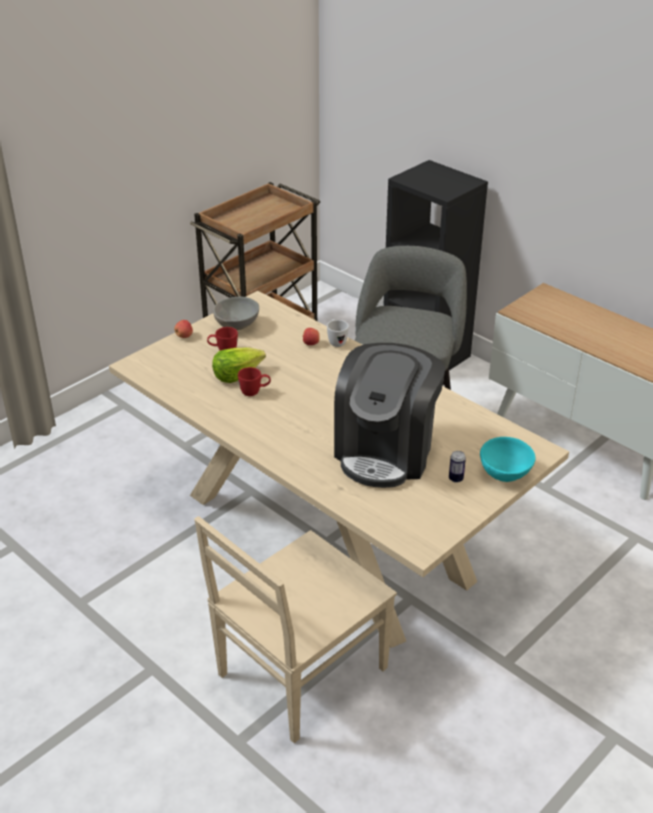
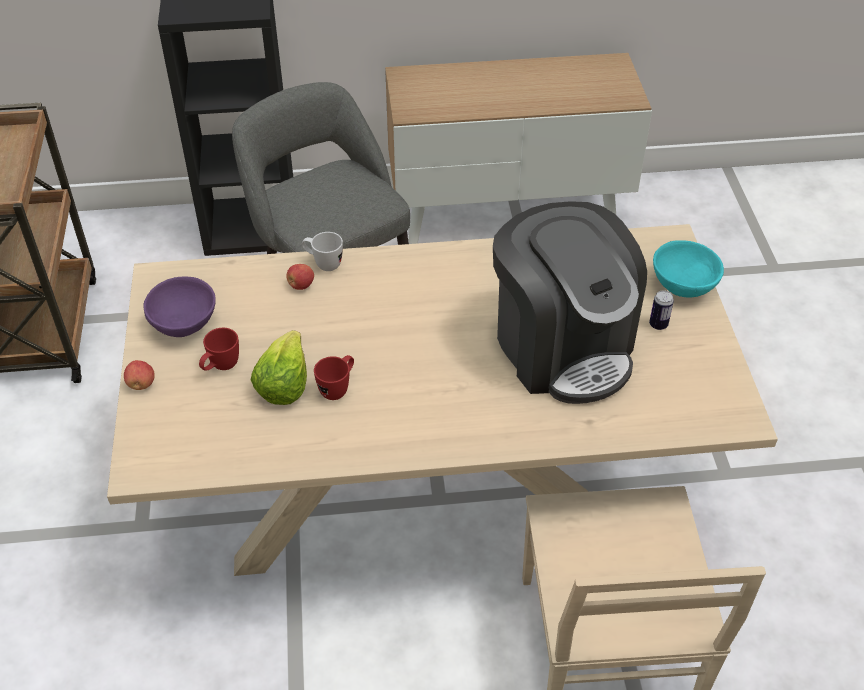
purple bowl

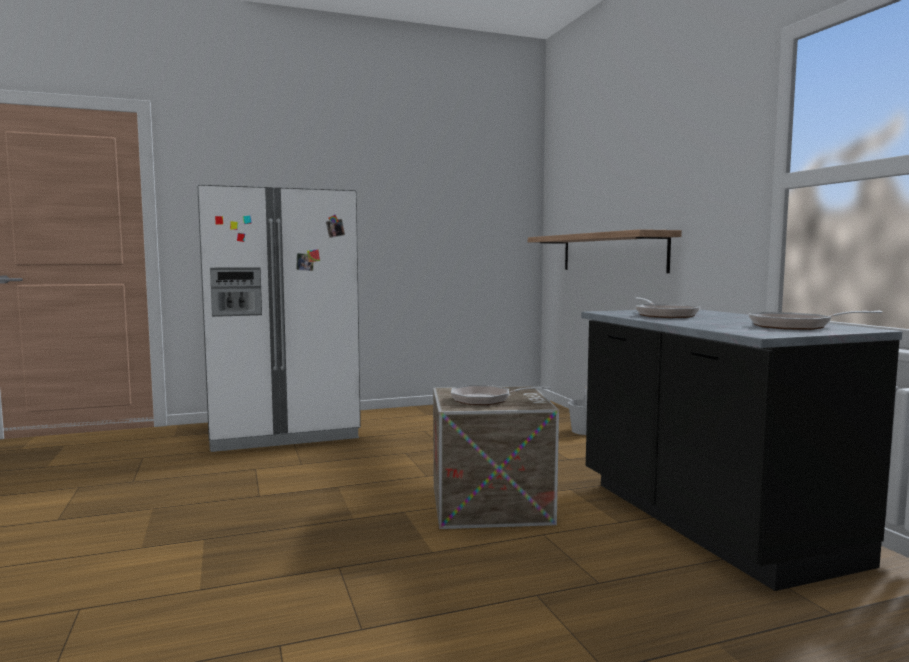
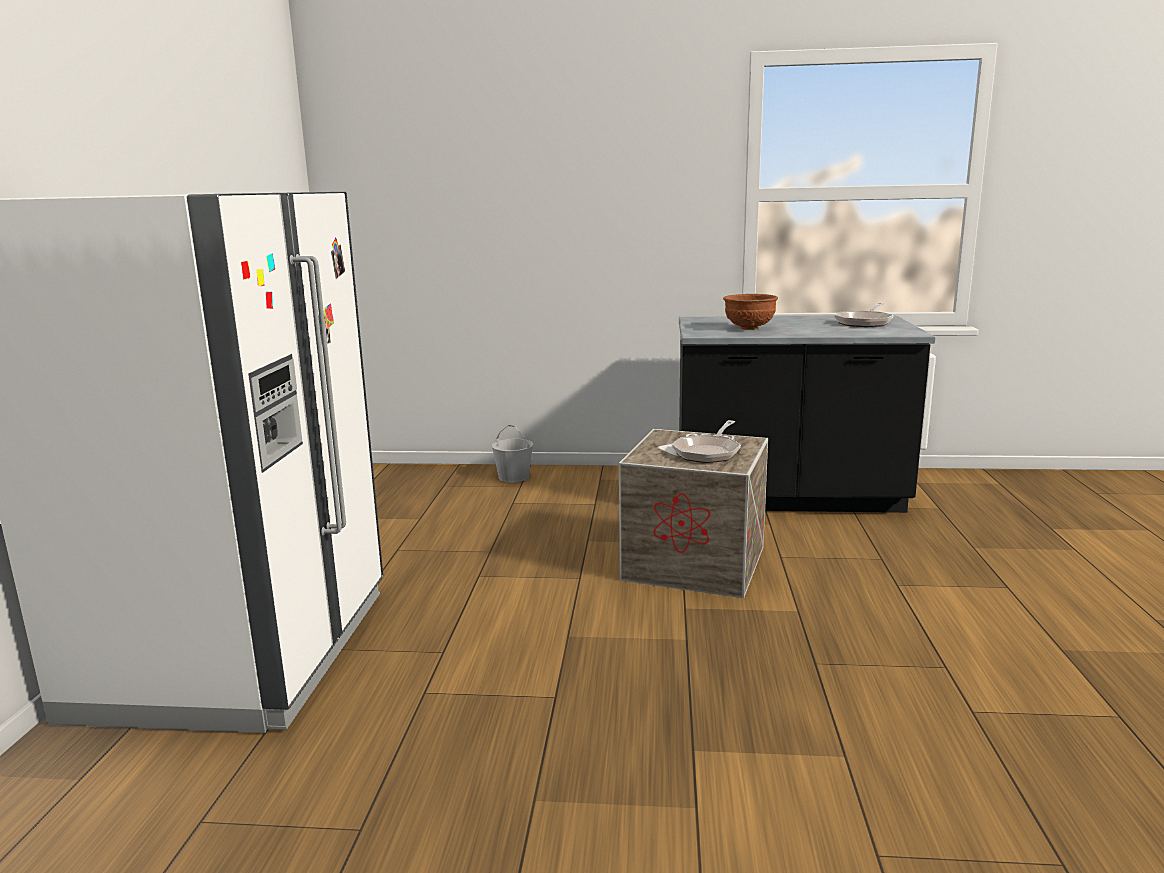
brown bowl
shelf

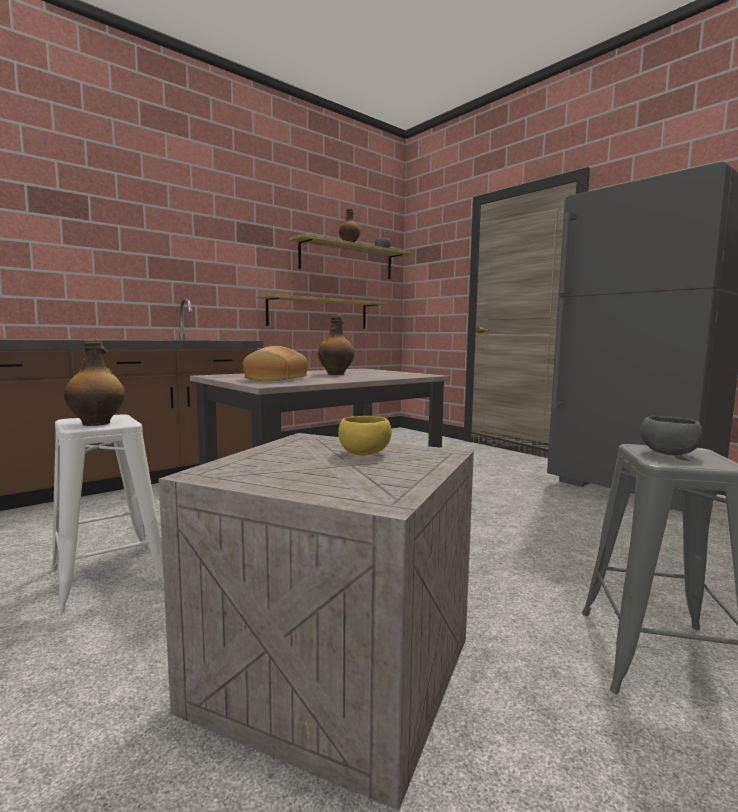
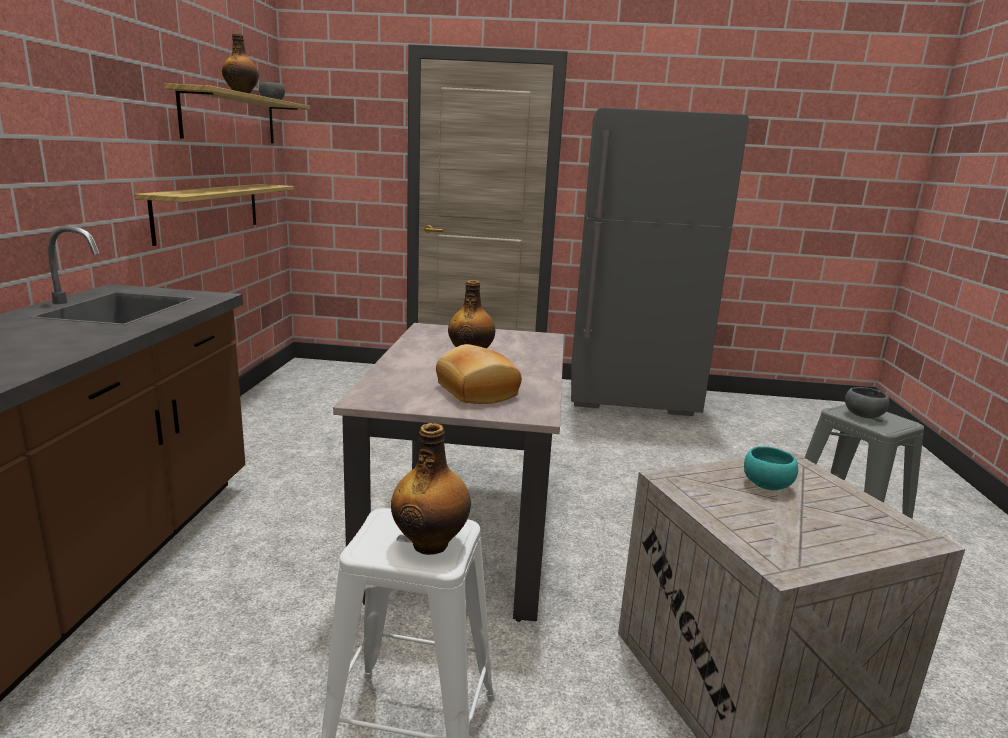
turquoise bowl

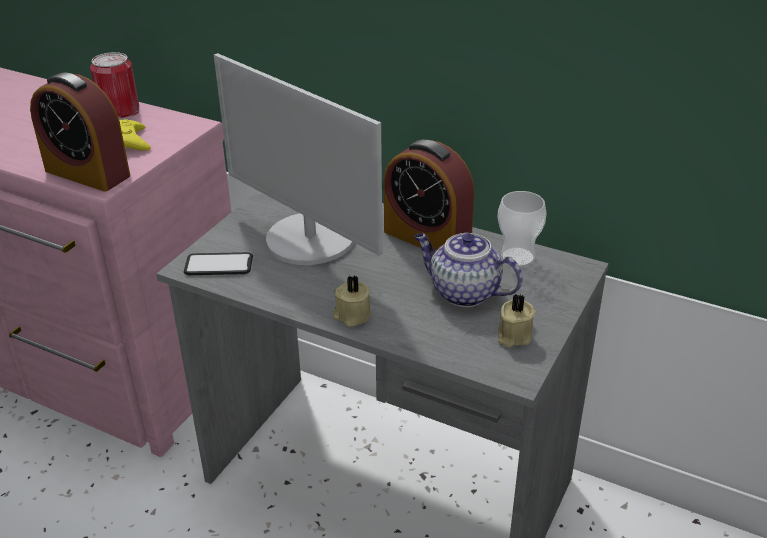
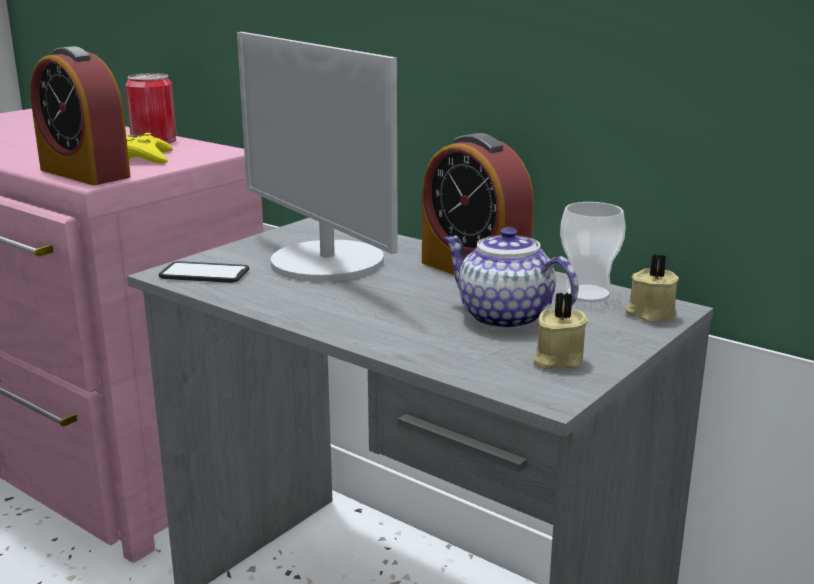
beige candle (no. 2 from left)

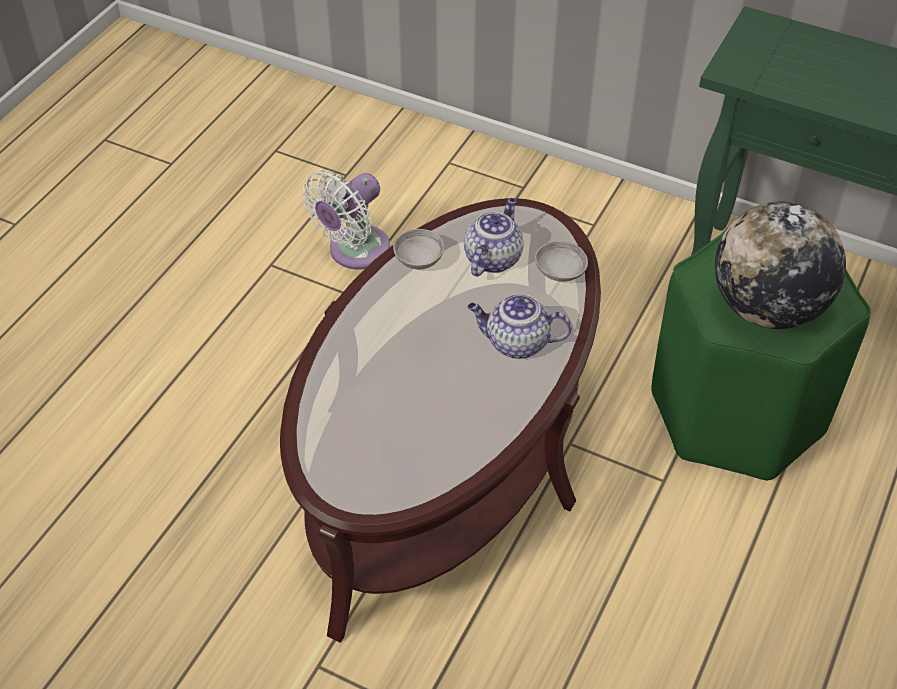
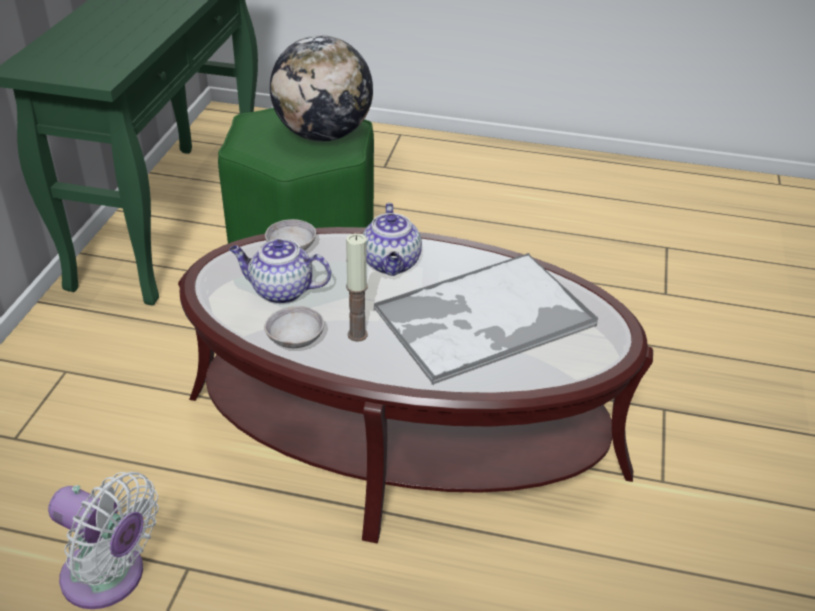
candle
tray

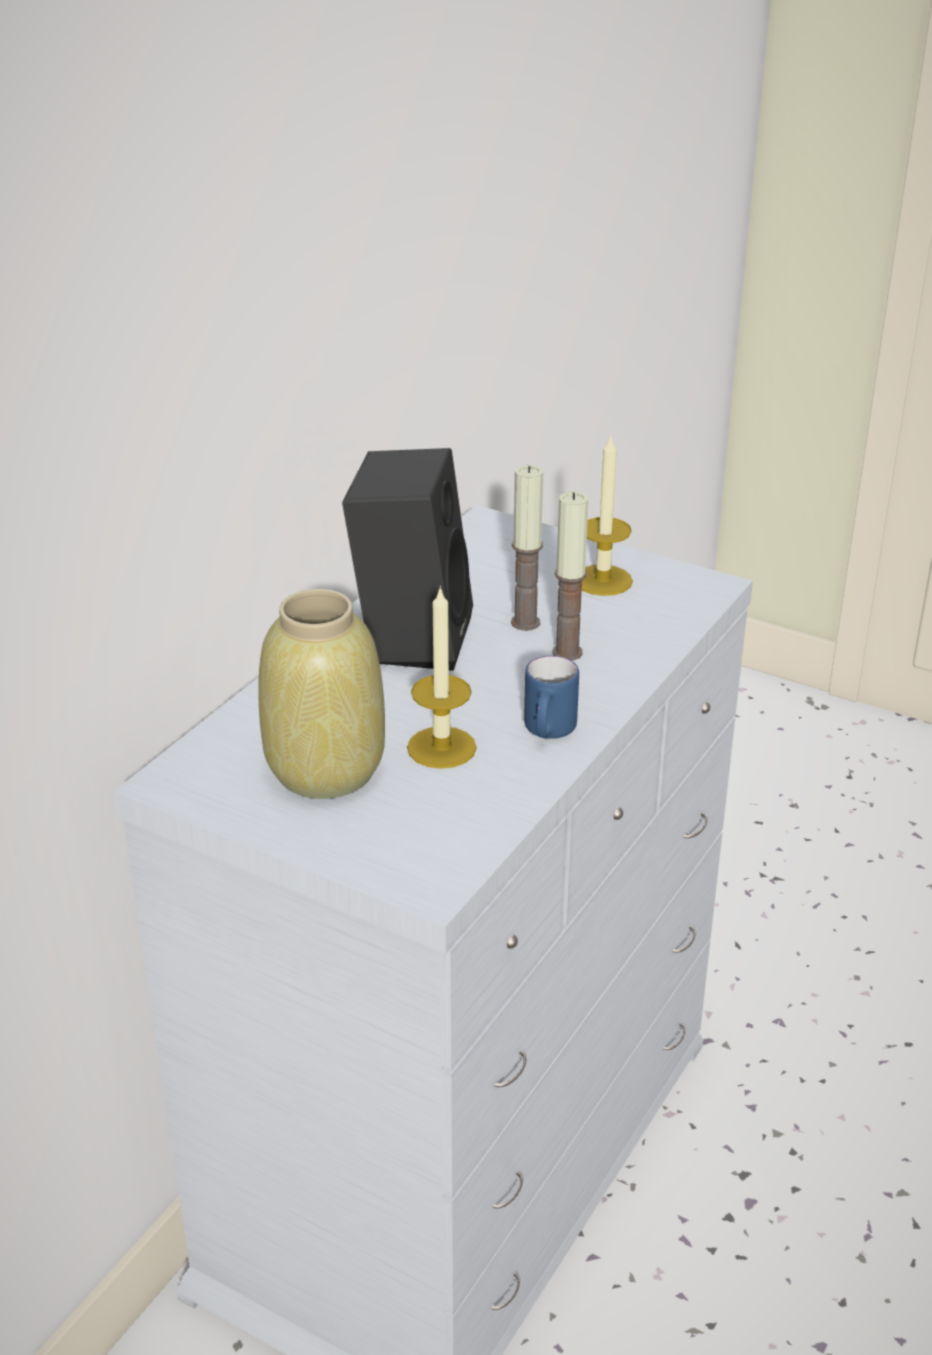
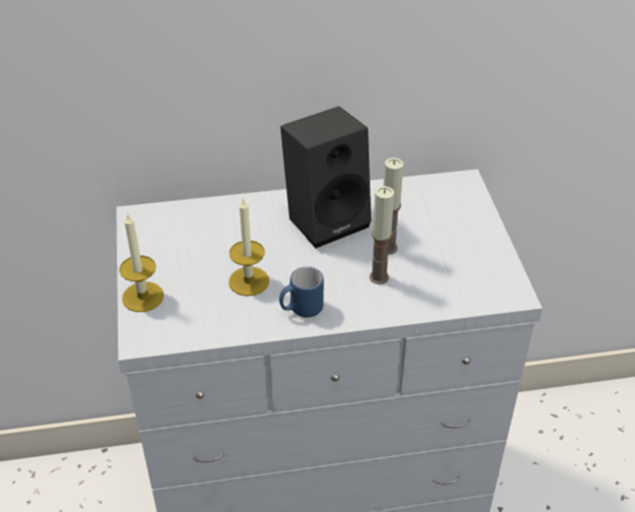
candle (no. 1 from left)
beige vase

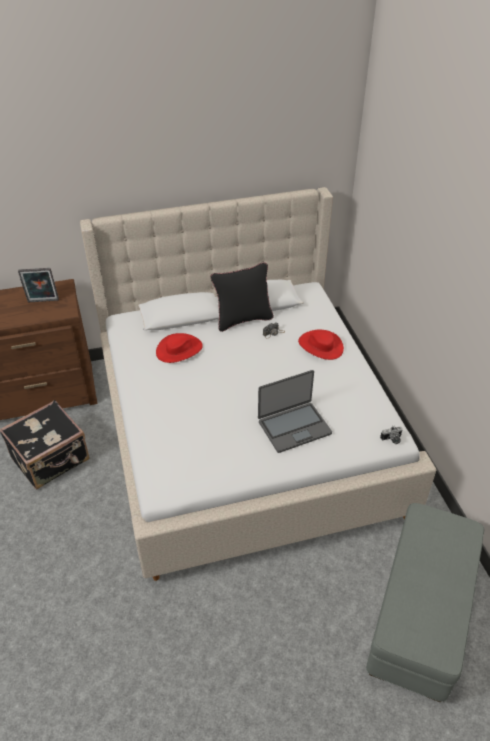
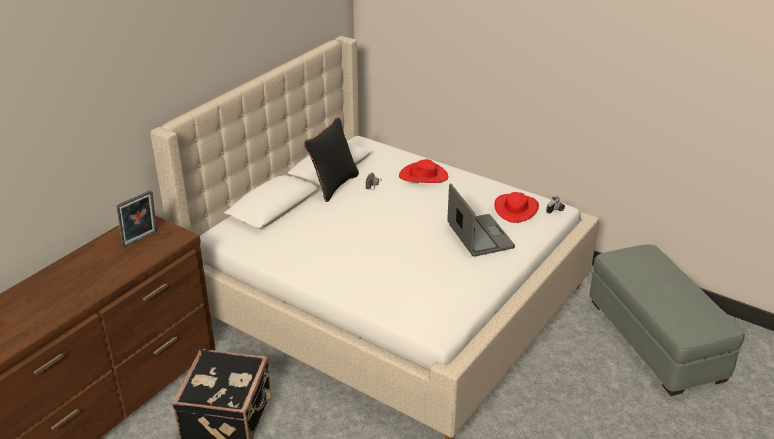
laptop
red hat (no. 2 from left)

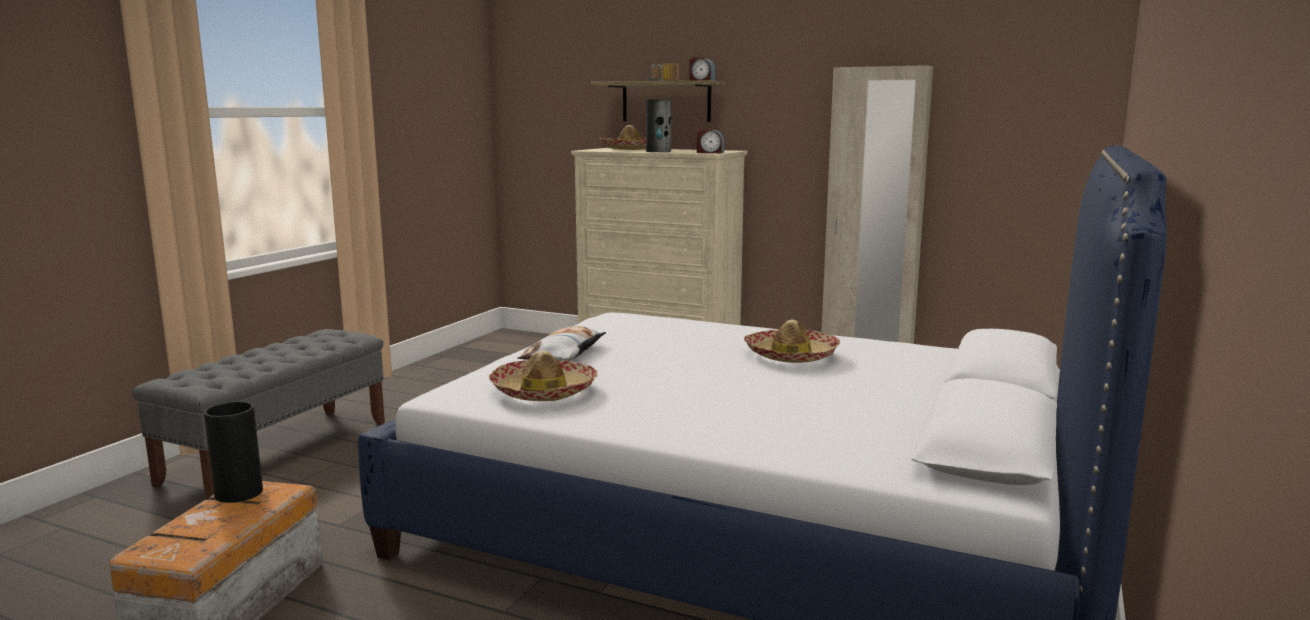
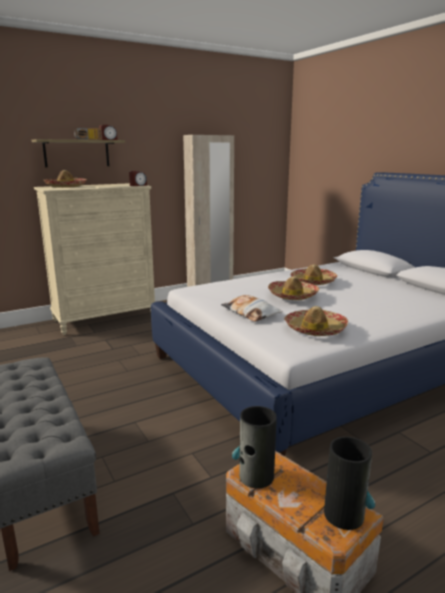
hat (no. 2 from left)
vase (no. 2 from left)

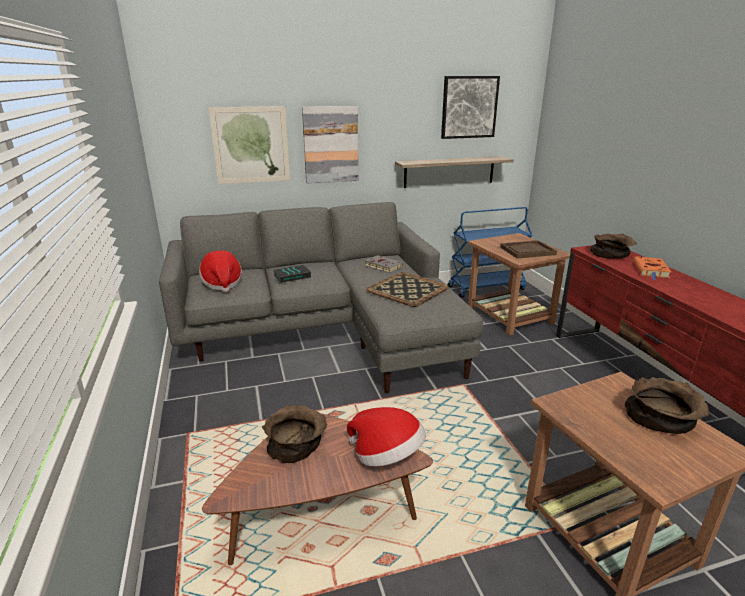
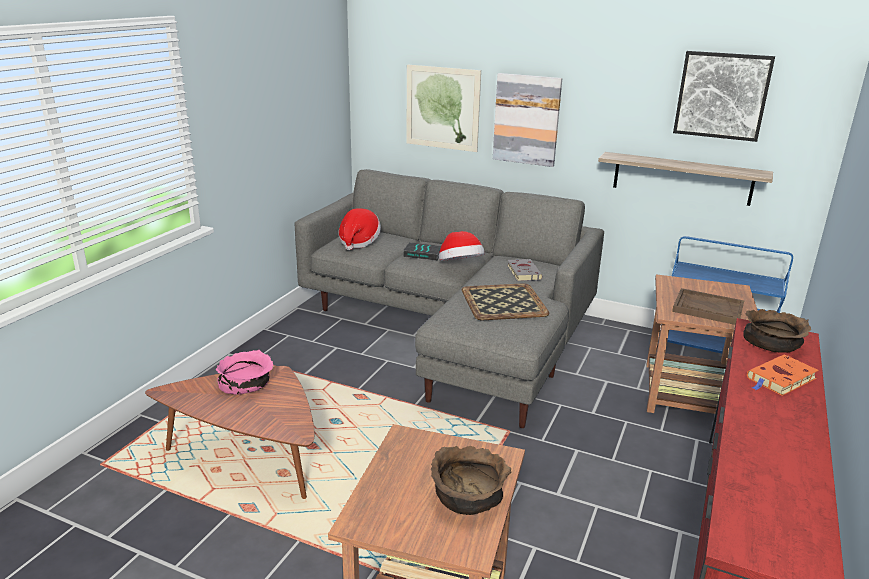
pink bowl
hat (no. 2 from left)

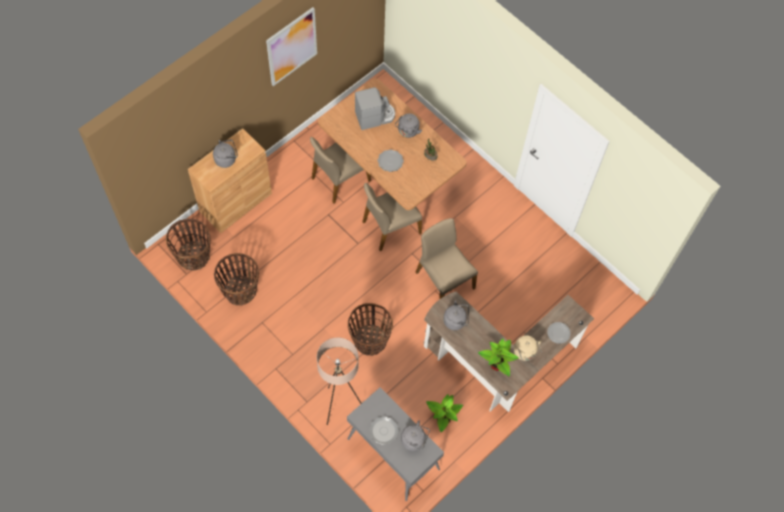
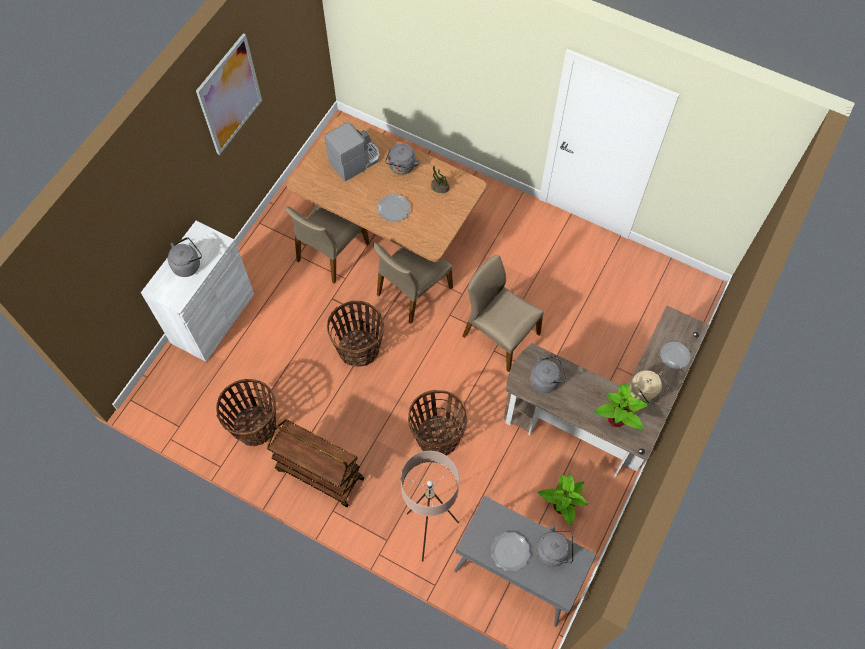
white cabinet
brown cart
basket (no. 2 from left)

